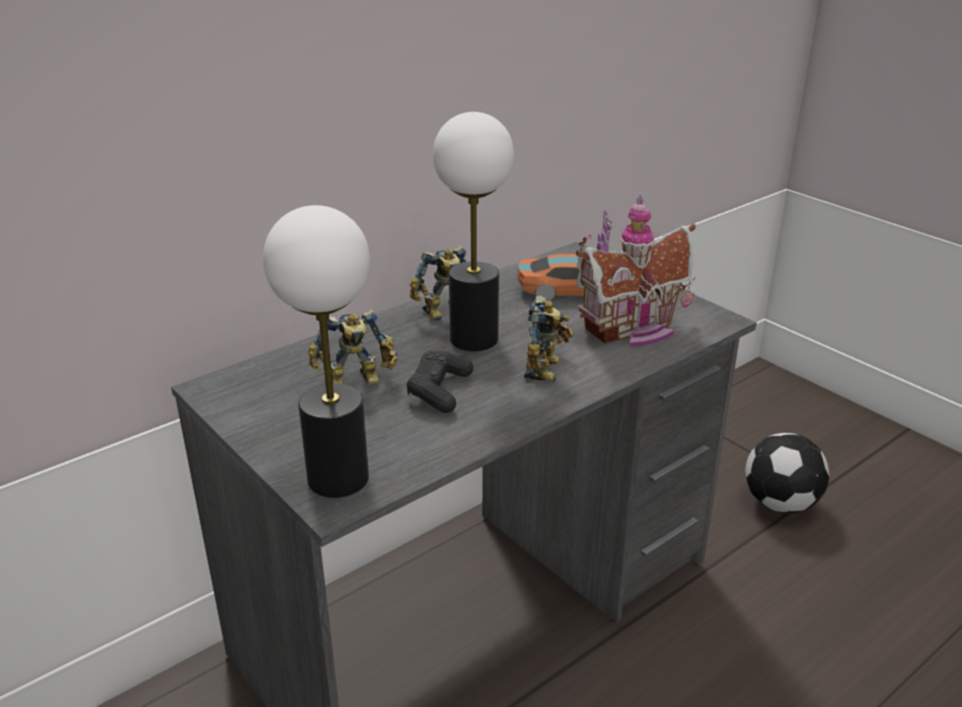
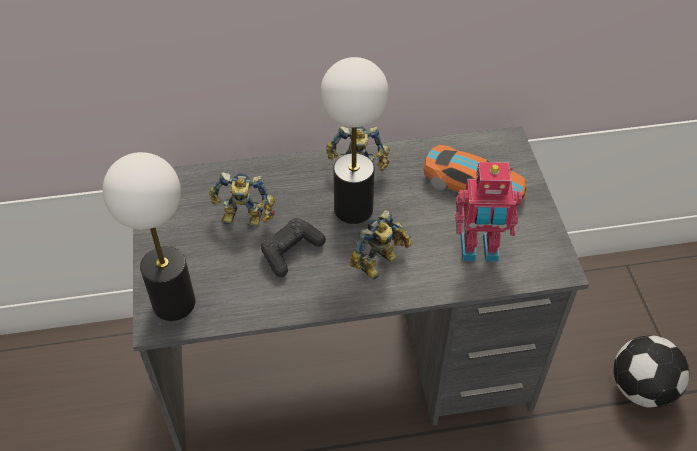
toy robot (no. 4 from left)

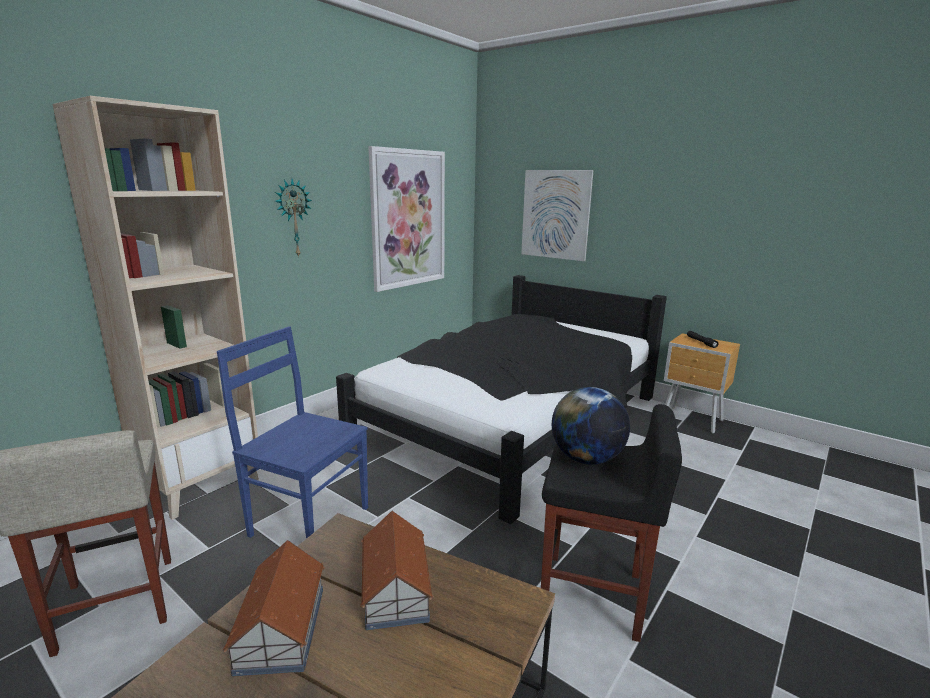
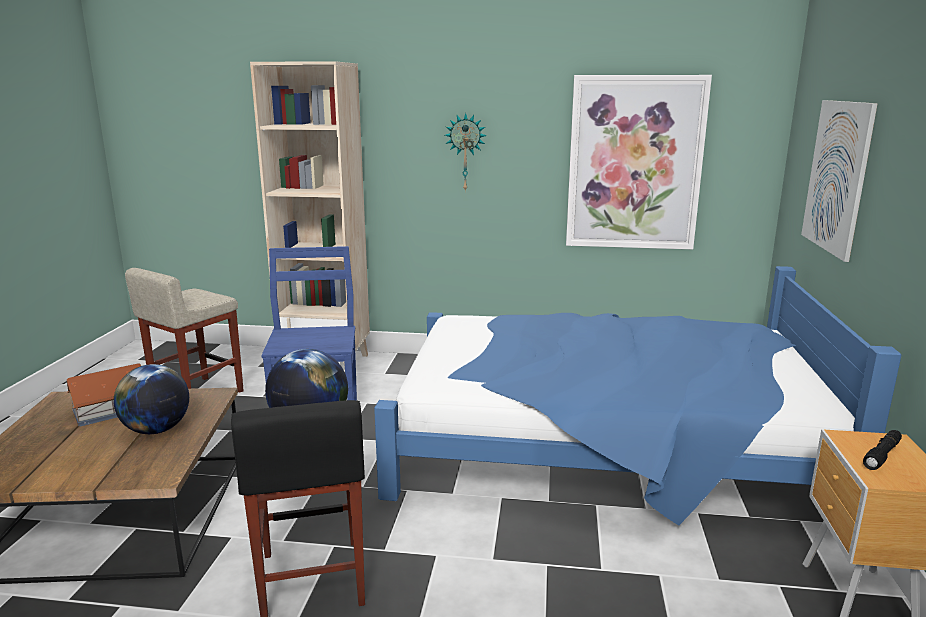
globe (no. 1 from left)
blue bed

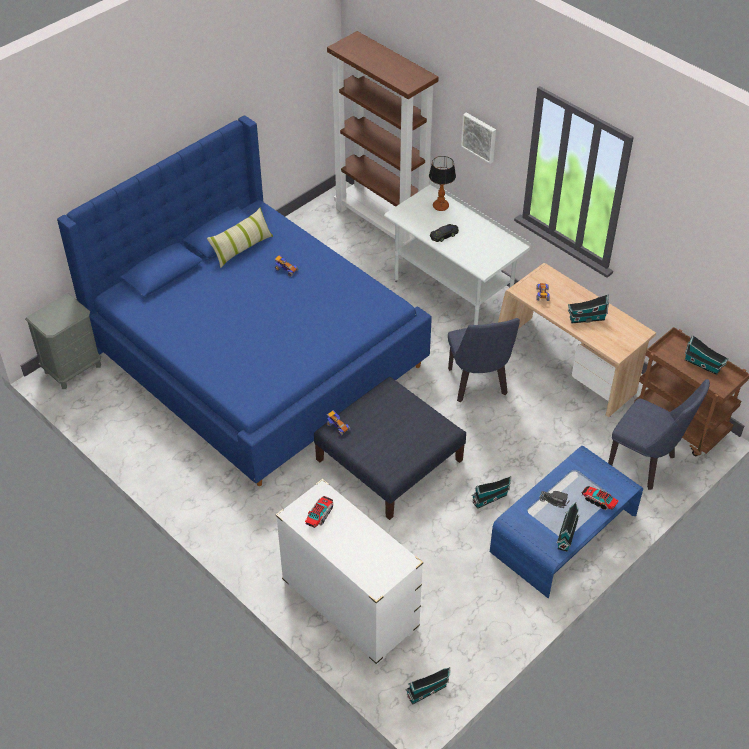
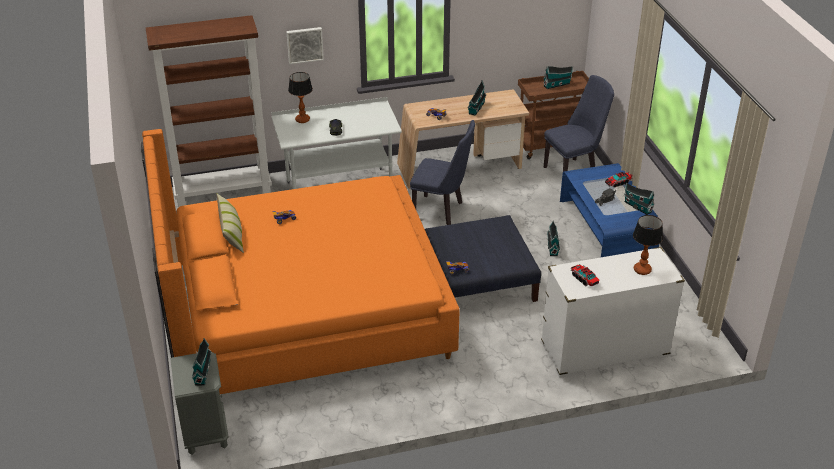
orange bed
toy house (no. 1 from left)
table lamp (no. 2 from left)

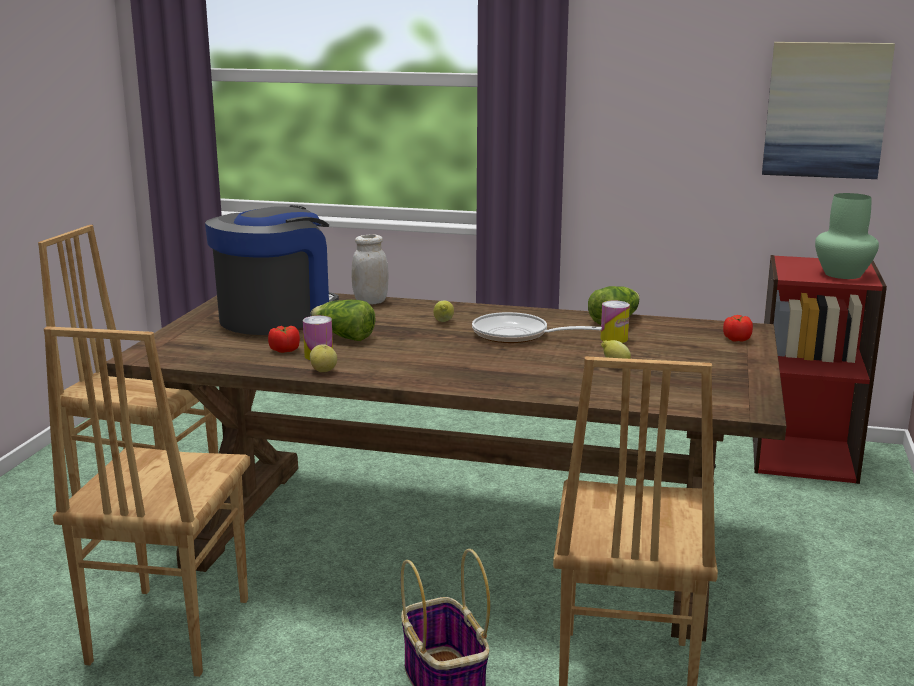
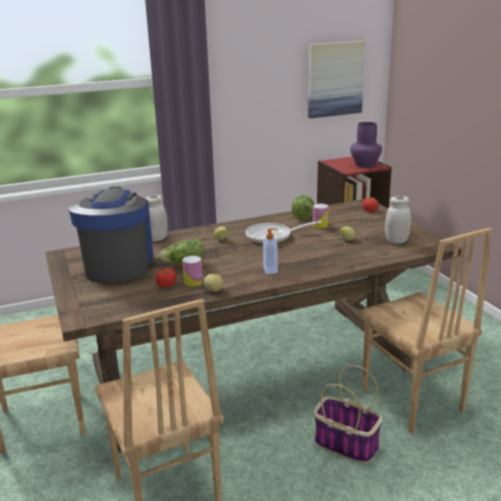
soap dispenser
purple vase
white jar (no. 2 from left)

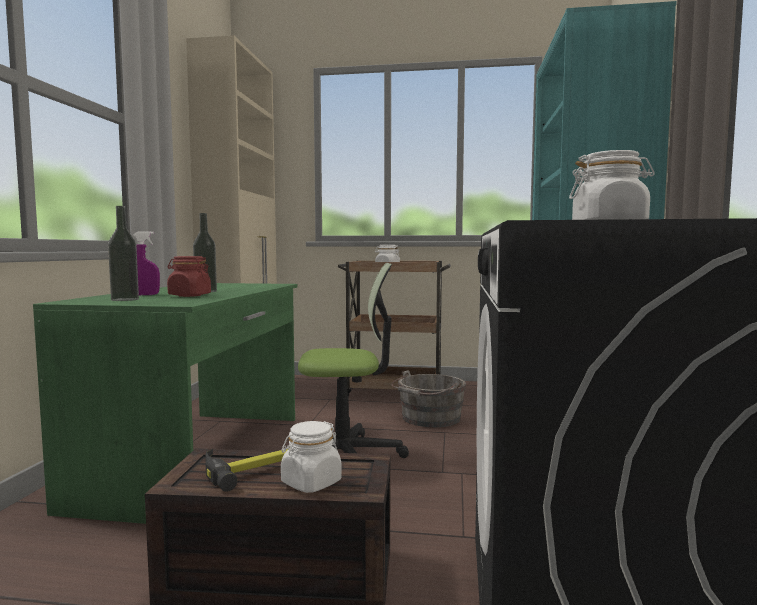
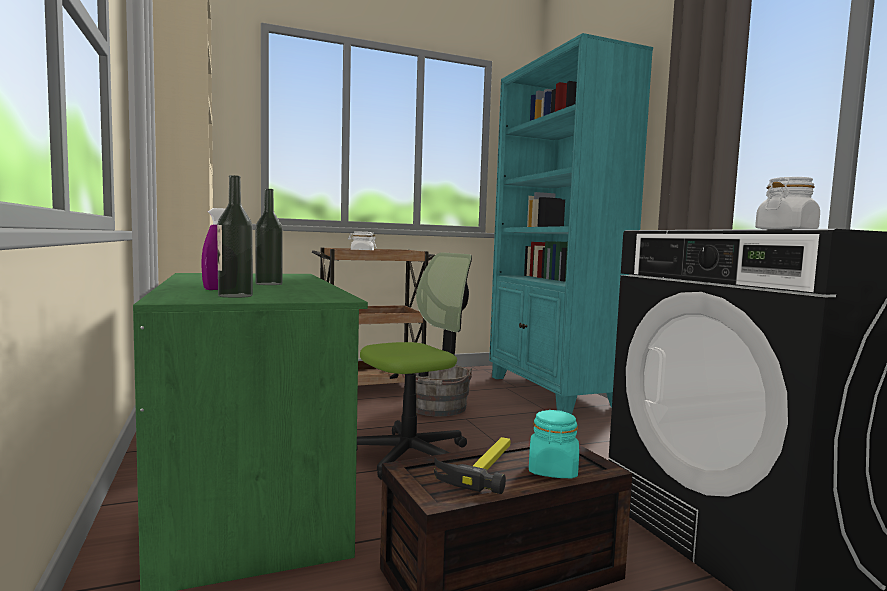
turquoise jar
red jar

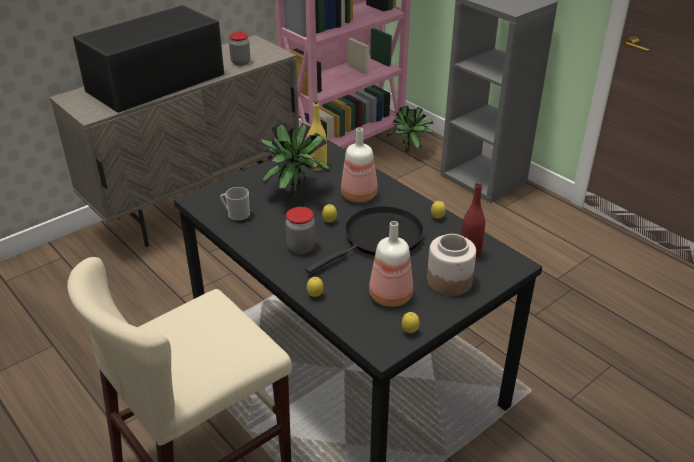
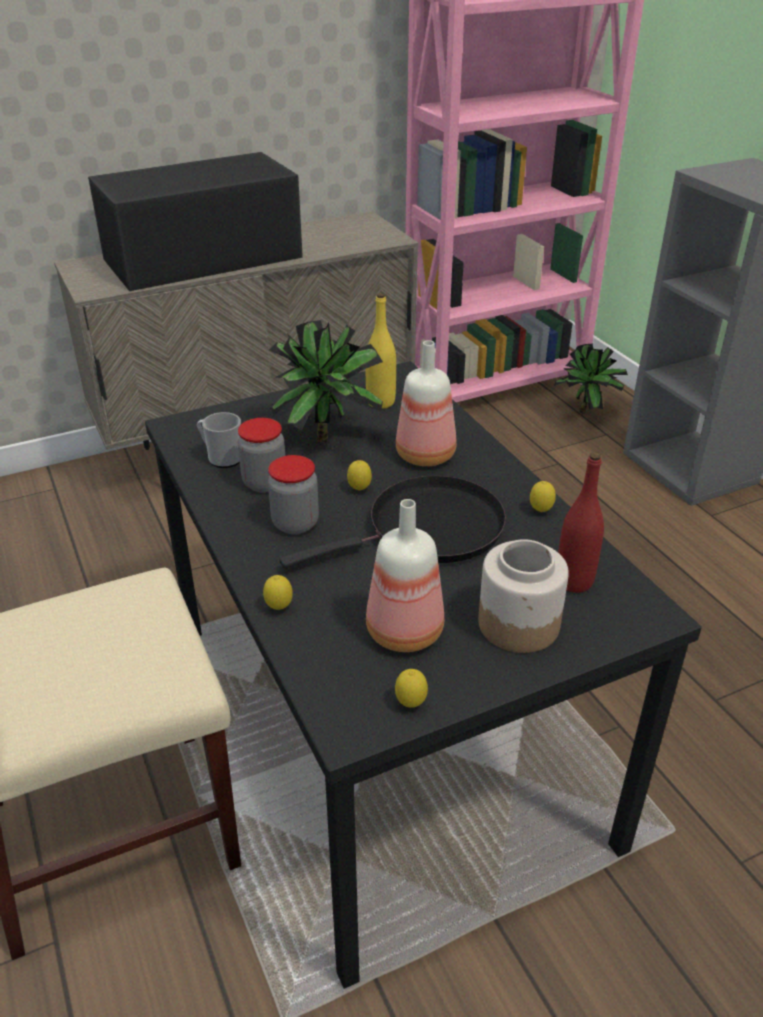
jar (no. 1 from left)

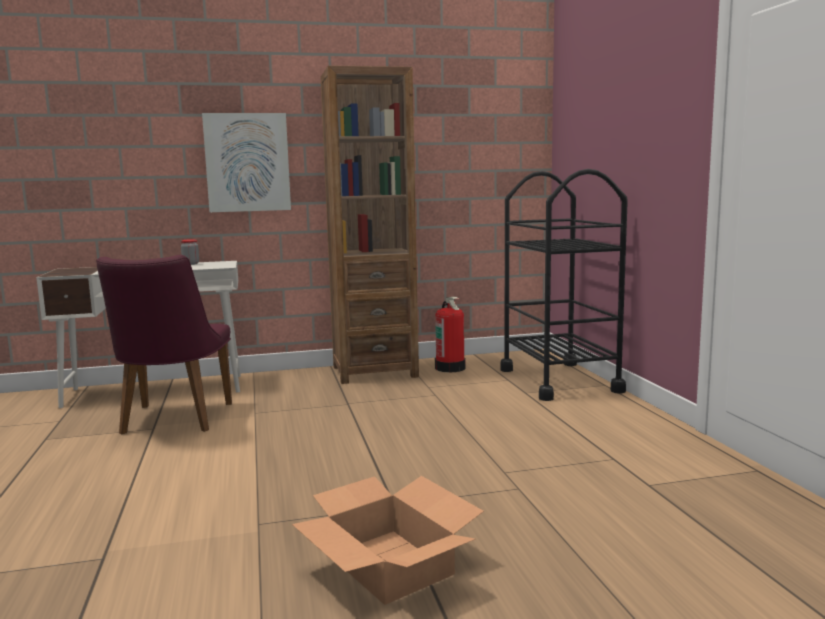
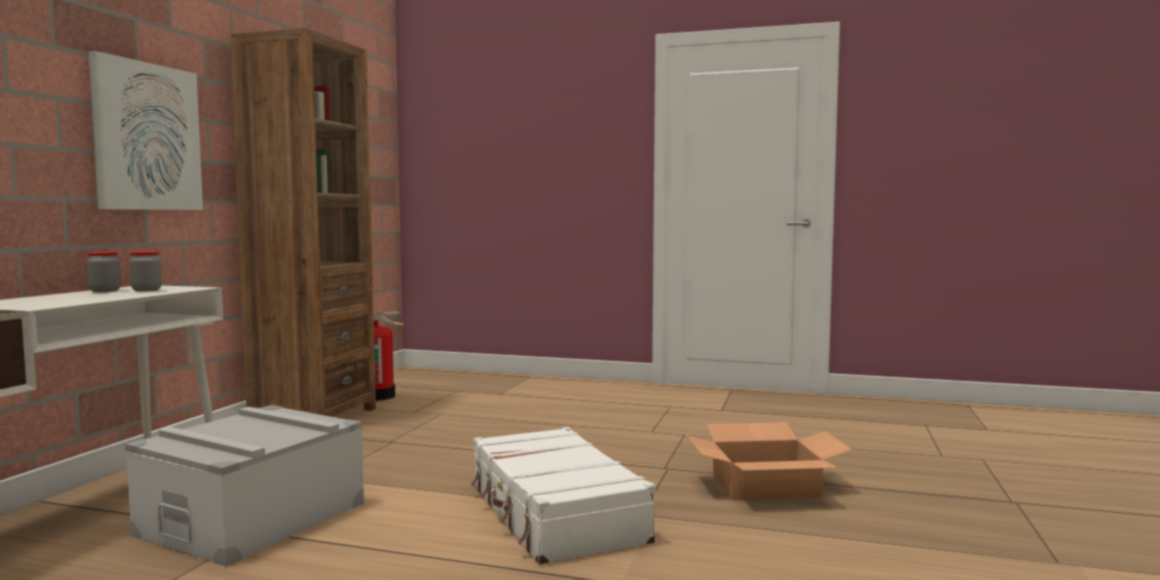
grey storage box
jar (no. 2 from left)
white suitcase
black cart

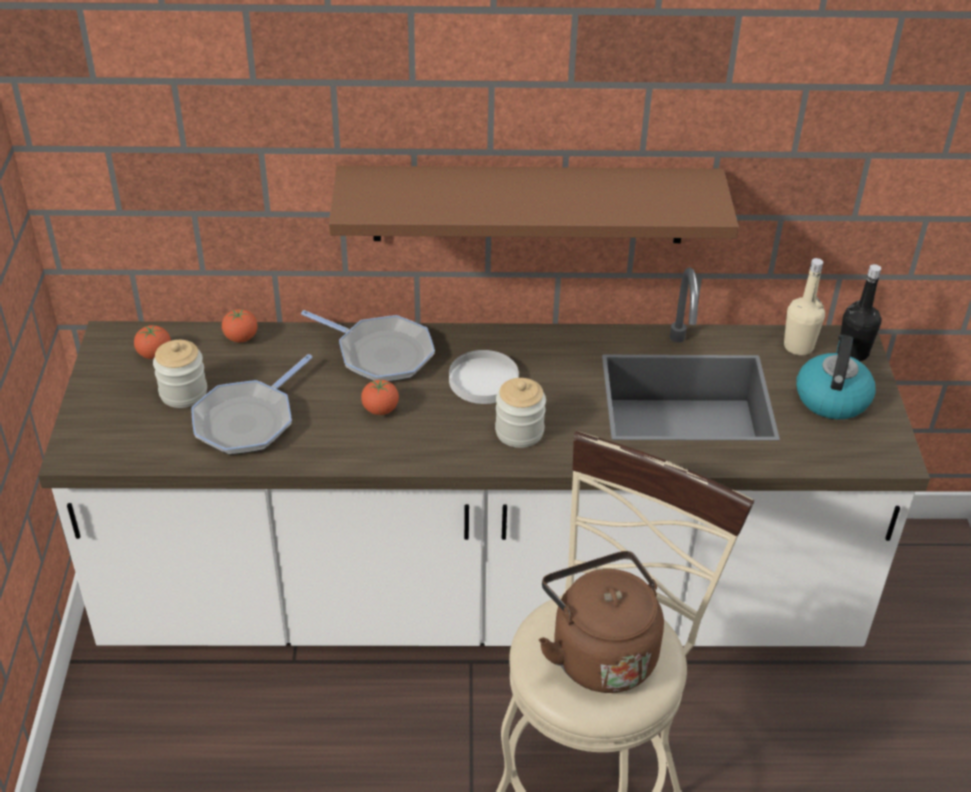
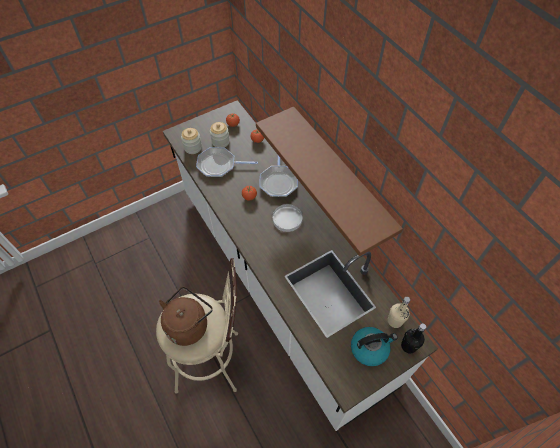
jar (no. 1 from left)

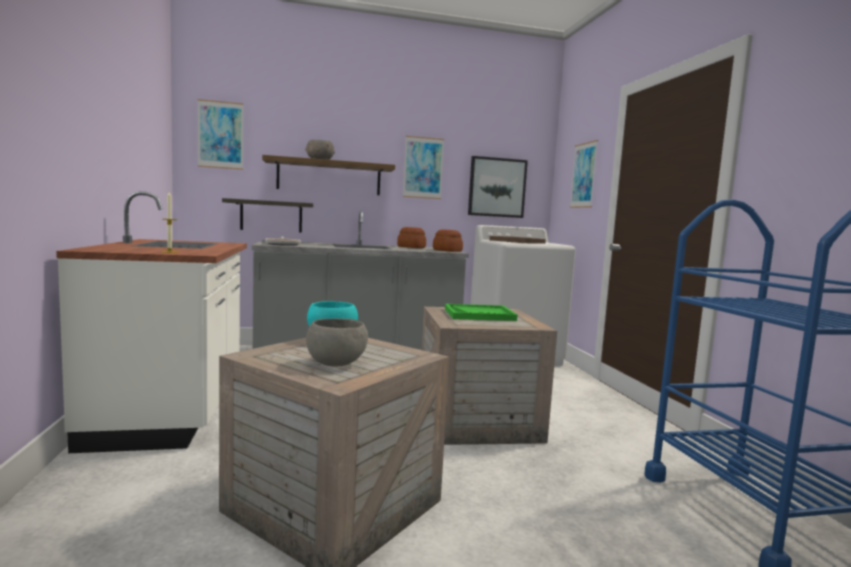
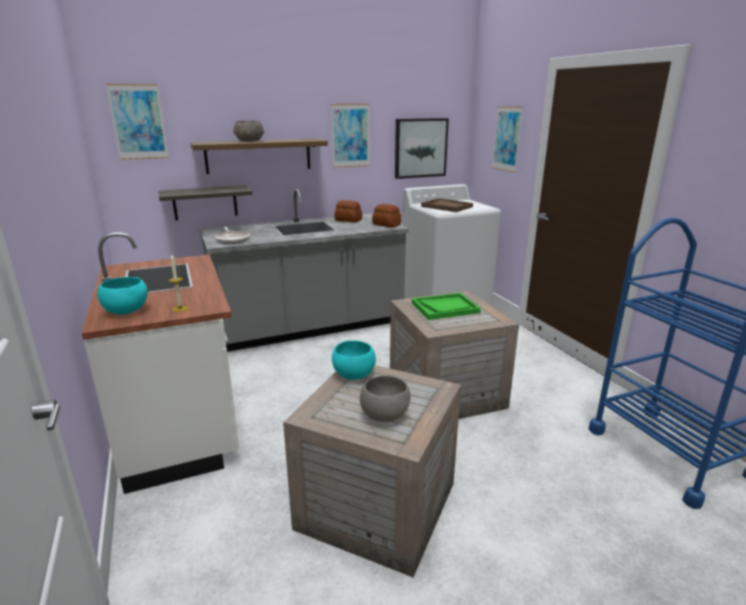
turquoise bowl (no. 1 from left)

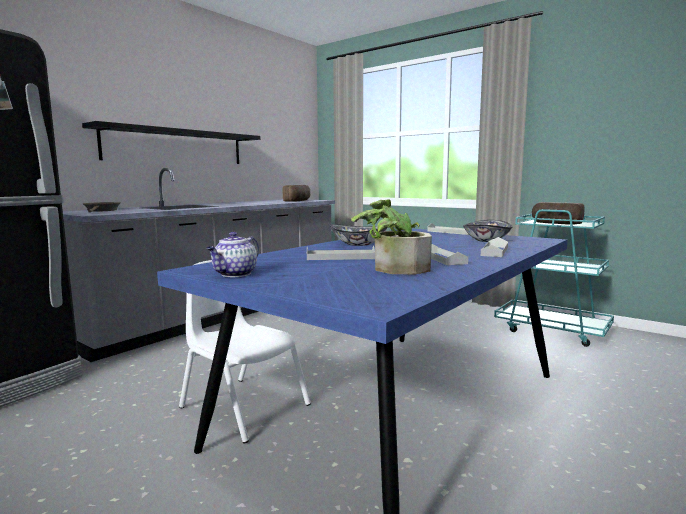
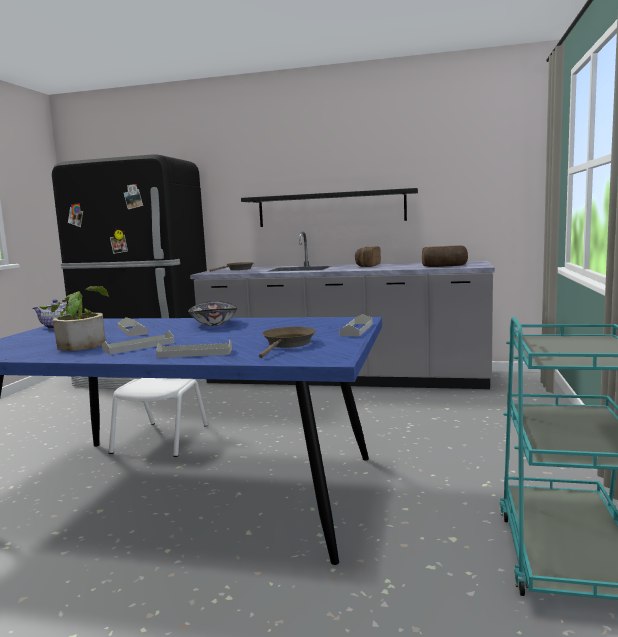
brown frying pan (no. 2 from left)
bread (no. 1 from left)

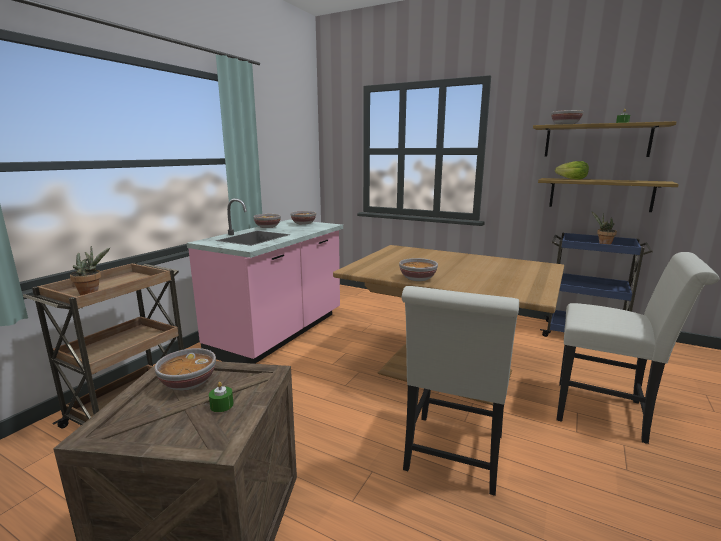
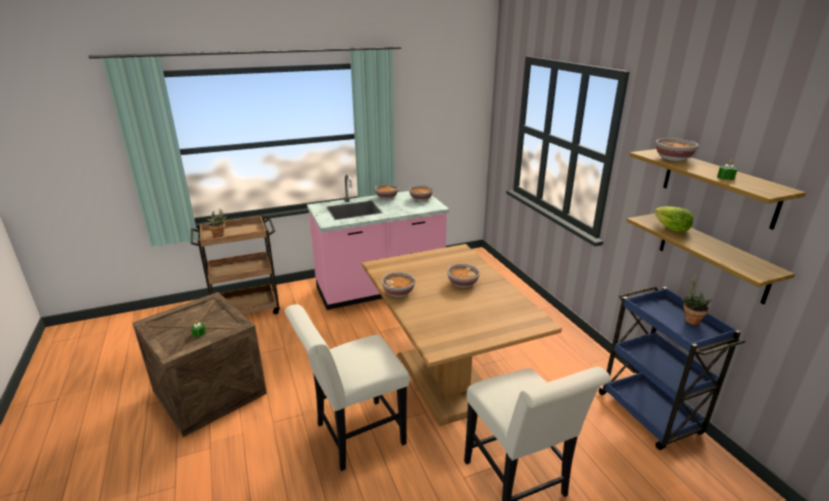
bowl (no. 4 from left)

